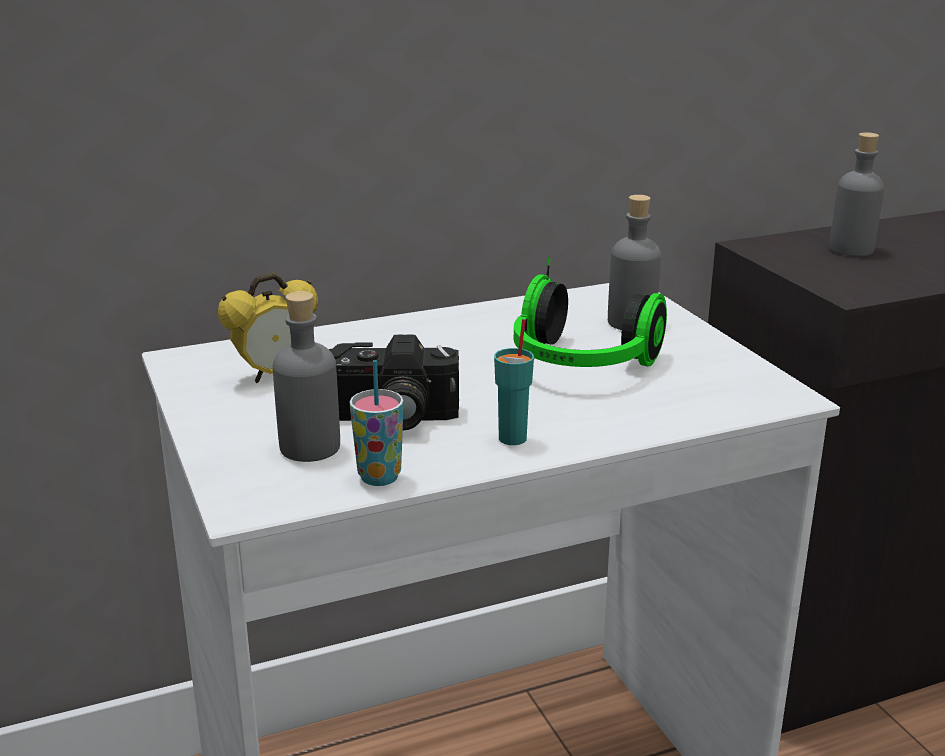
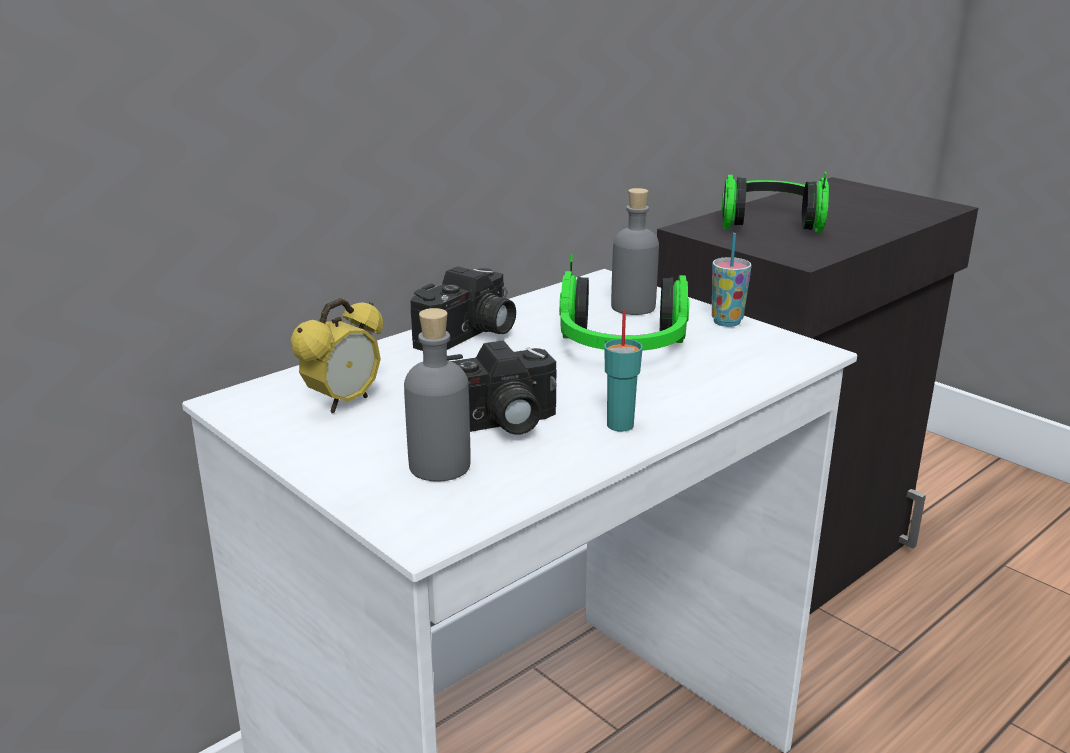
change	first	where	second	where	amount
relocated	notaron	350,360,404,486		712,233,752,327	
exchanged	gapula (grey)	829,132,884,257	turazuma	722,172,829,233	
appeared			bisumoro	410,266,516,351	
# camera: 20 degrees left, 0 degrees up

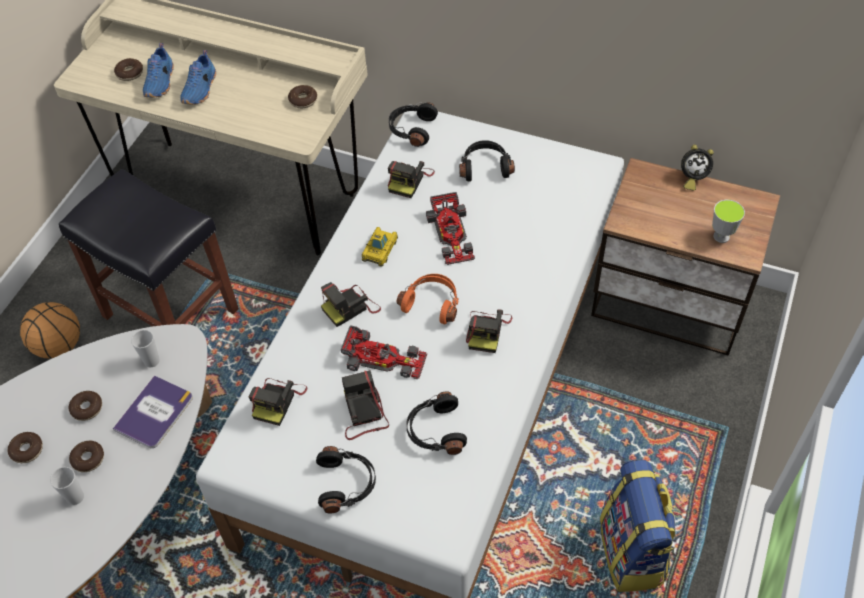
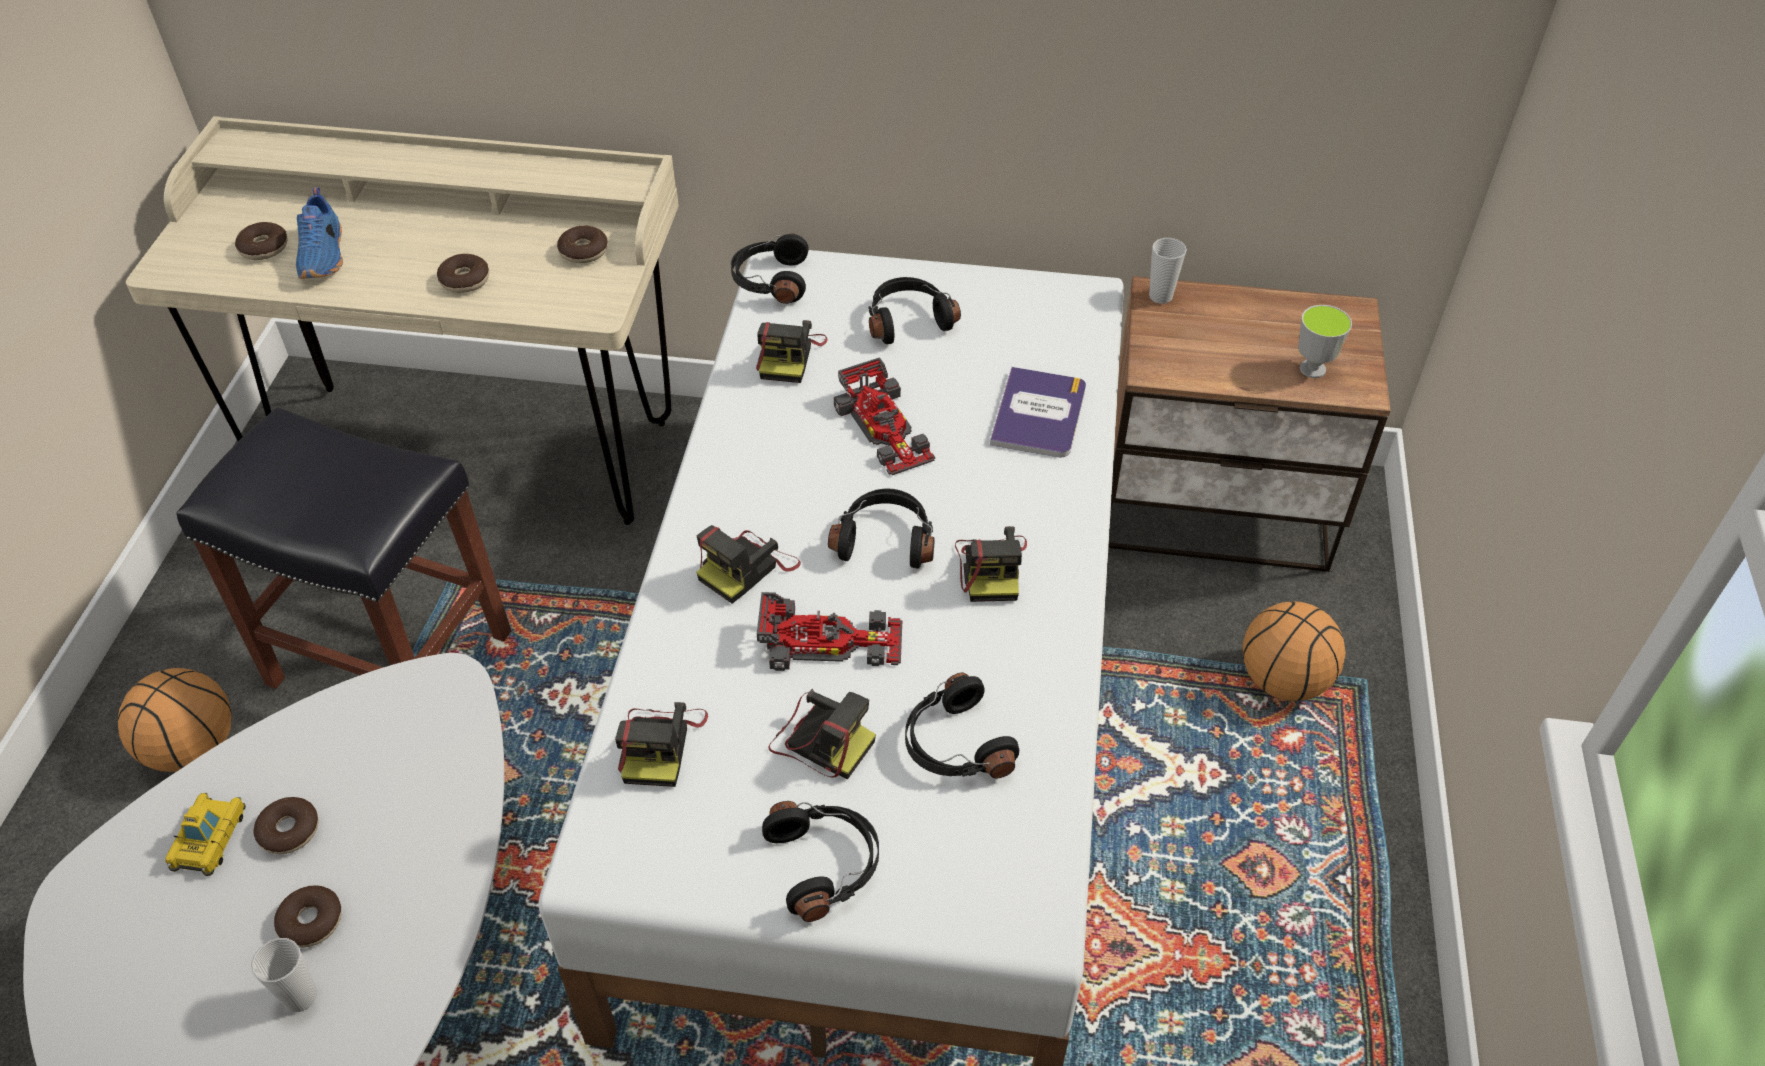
change	first	where	second	where	amount
relocated	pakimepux	8,432,43,463		437,254,489,293	
relocated	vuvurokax	113,375,193,448		990,367,1086,457	
relocated	notaron	131,330,160,367		1149,238,1187,304	
missing	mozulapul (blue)	180,50,216,104			
spun	bisumoro	342,370,389,440		769,689,876,779	150 degrees clockwise
relocated	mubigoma	362,227,398,267		165,793,246,876	
colour	turazuma (orange)	397,274,459,324	turazuma (black)	828,488,935,569	
missing	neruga	600,459,675,592			
missing	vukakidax	681,144,714,191			
appeared			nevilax	1242,601,1346,701	
# camera: 15 degrees left, 5 degrees down

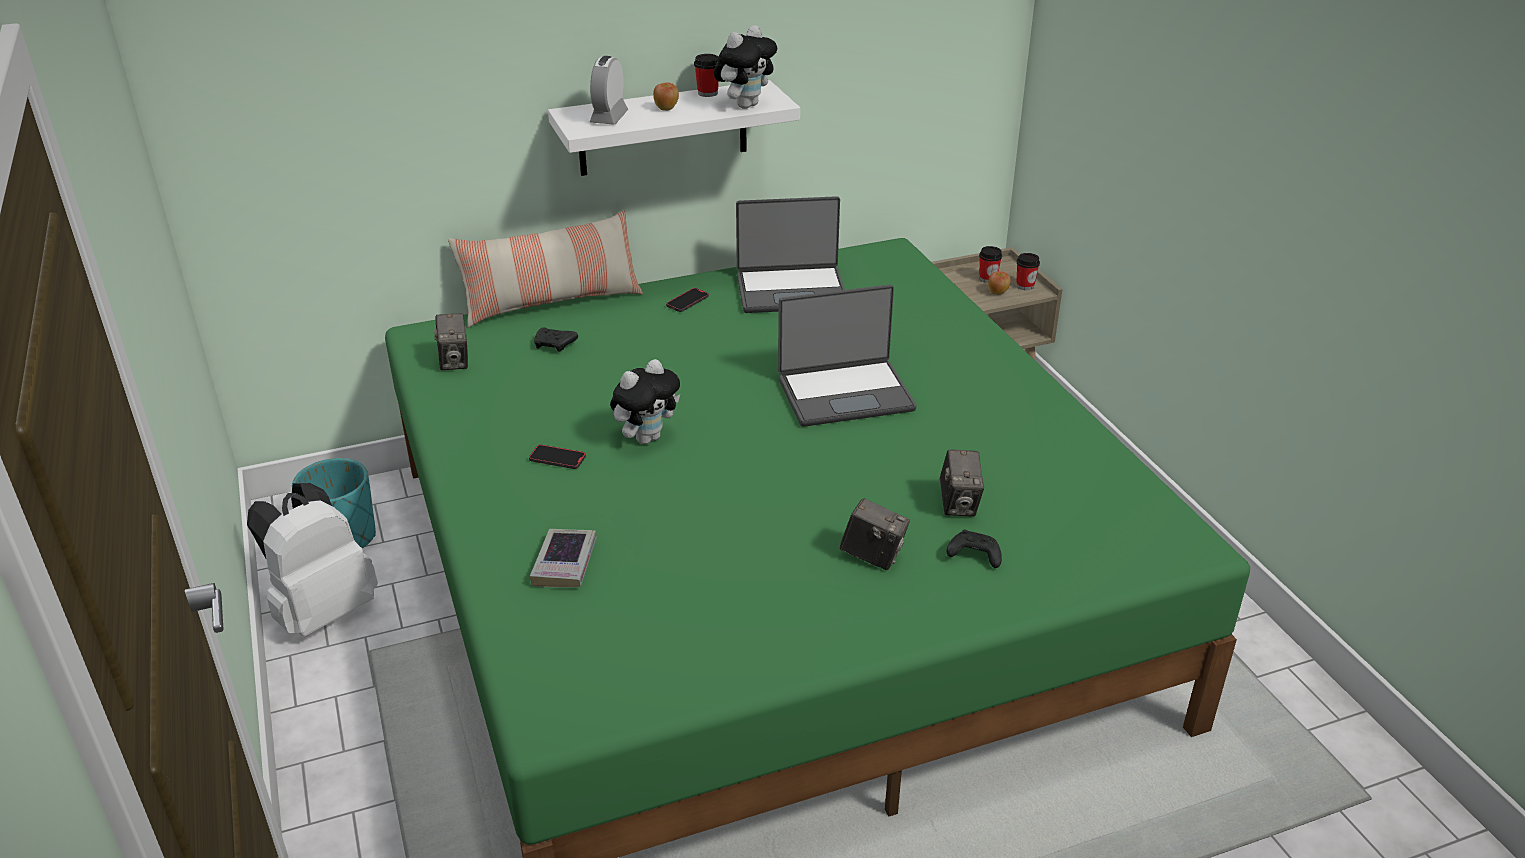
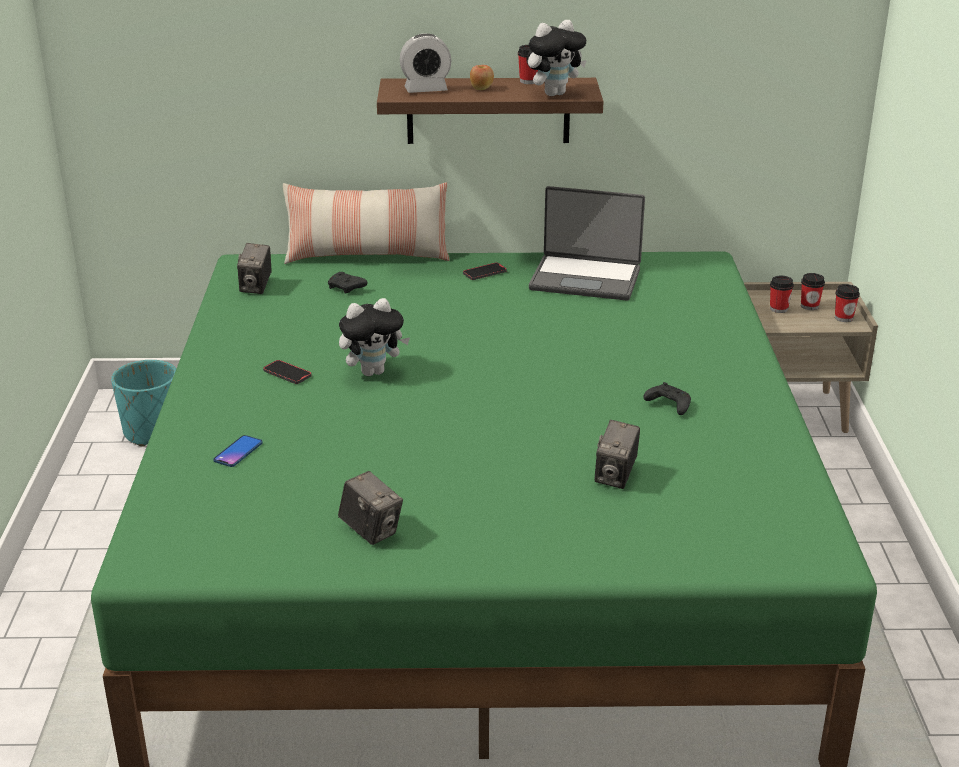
change	first	where	second	where	amount
missing	neruga (white)	247,483,378,637			
exchanged	vuvurokax	530,529,597,587	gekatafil	213,435,263,467	
colour	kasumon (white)	548,80,800,176	kasumon (brown)	377,78,604,144	
spun	vukakidax	590,56,628,125		400,33,452,93	135 degrees counterclockwise
missing	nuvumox	778,285,916,427			
relocated	bisumoro	840,498,910,570		338,471,403,545	
relocated	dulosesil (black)	947,529,1002,568		643,382,691,415	
missing	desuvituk	988,271,1011,295			
appeared			notaron	770,276,794,313	
# camera: 20 degrees right, 5 degrees down

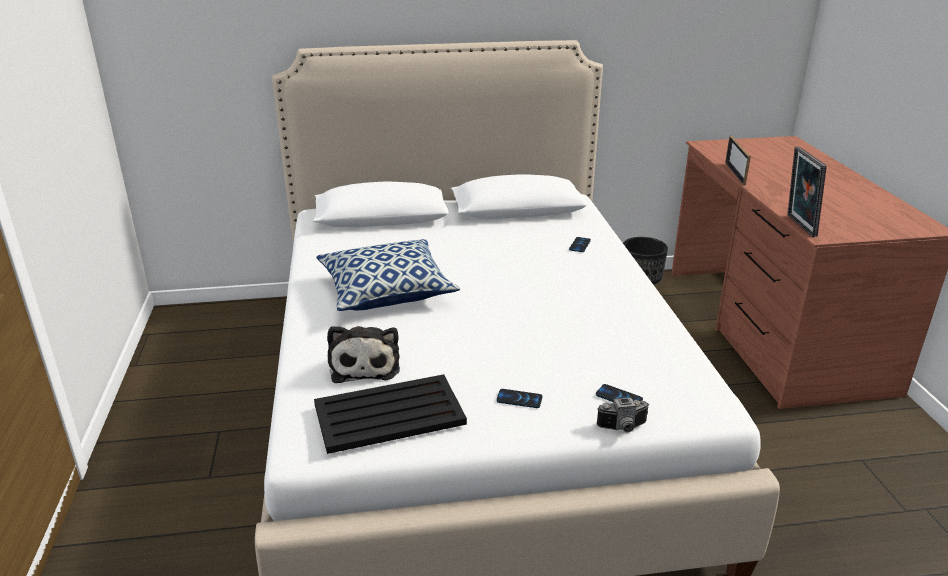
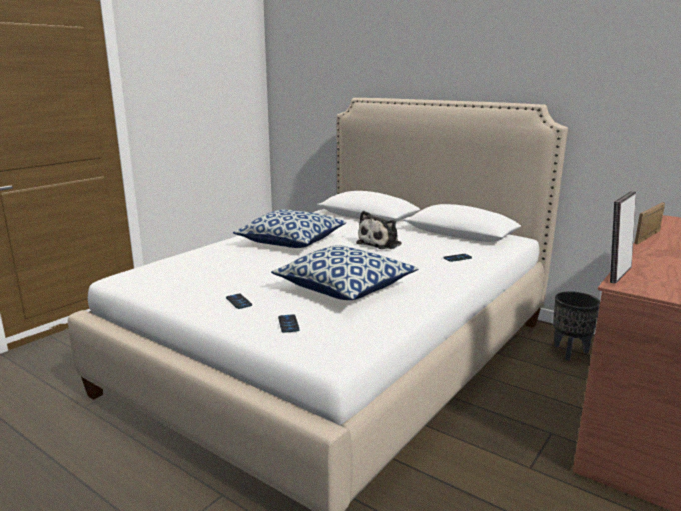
change	first	where	second	where	amount
missing	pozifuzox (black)	314,374,467,454			
relocated	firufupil	327,326,400,383		356,211,402,249	
missing	bisumoro	597,398,649,432			
appeared			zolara	271,245,419,300	
# camera: 45 degrees right, 10 degrees down

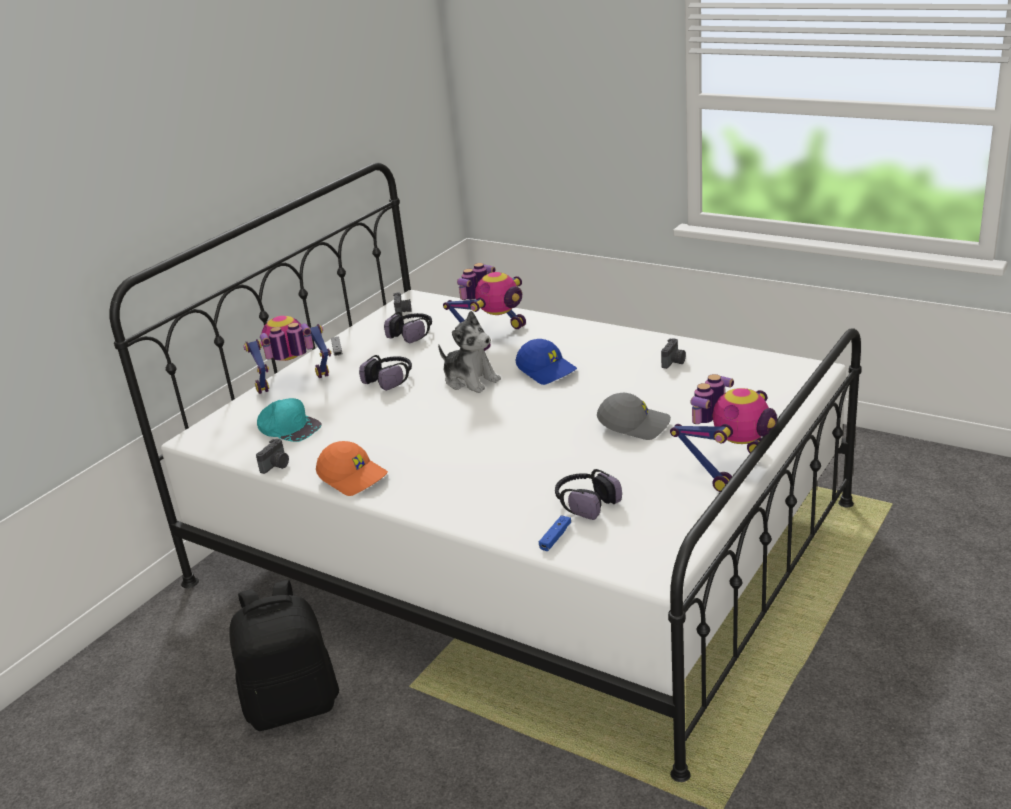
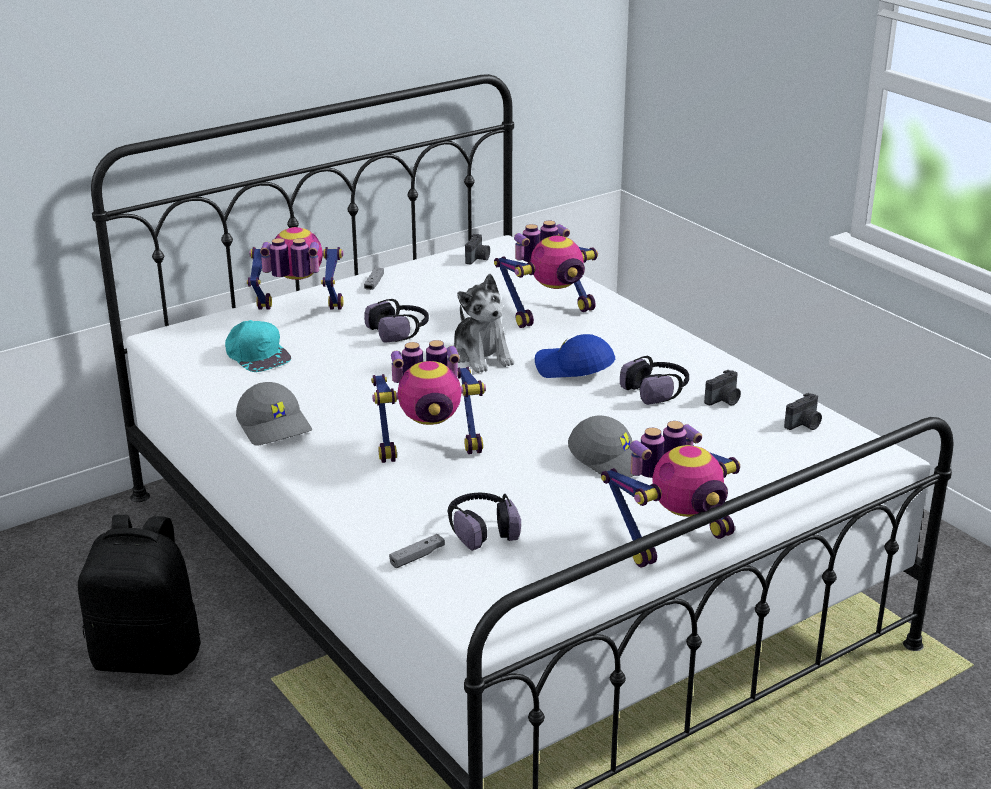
change	first	where	second	where	amount
relocated	bisumoro	256,439,289,474		784,393,822,430	
colour	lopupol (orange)	316,441,388,496	lopupol (grey)	236,382,312,446	
relocated	turazuma	384,312,432,343		620,356,689,405	
spun	lopupol (blue)	515,339,577,385		535,334,615,378	135 degrees clockwise
colour	dulosesil (blue)	539,515,571,551	dulosesil (grey)	389,534,445,568	
appeared			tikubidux	371,340,486,463	
# camera: 20 degrees right, 0 degrees up

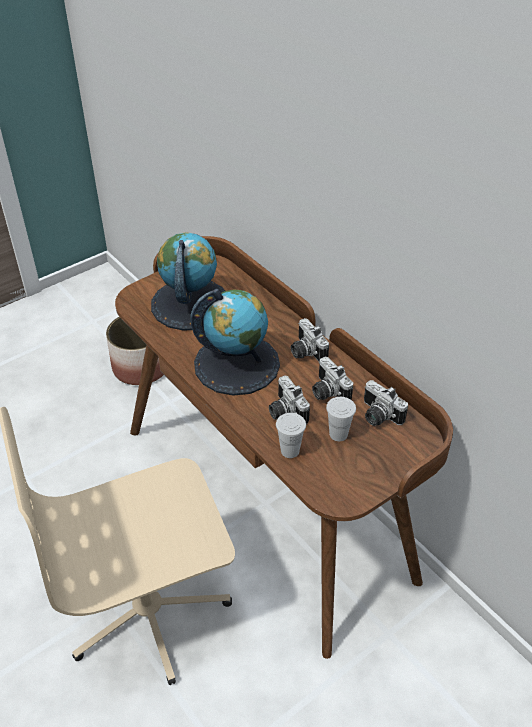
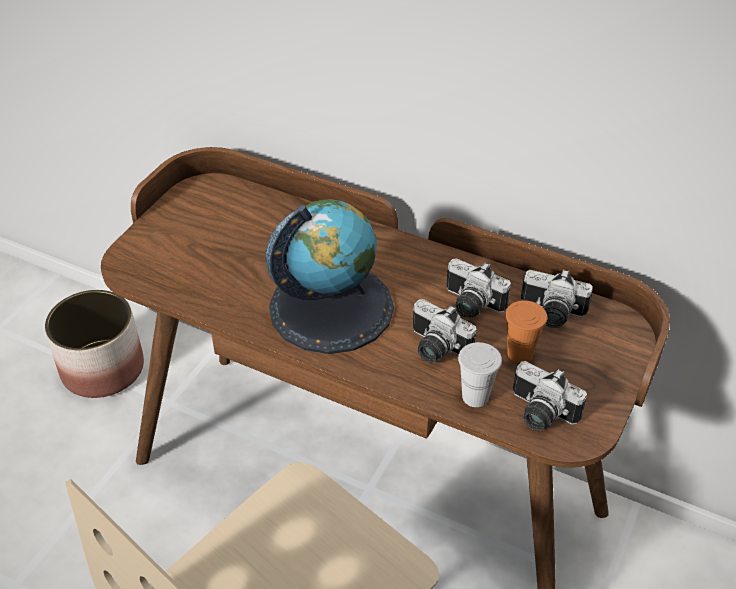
change	first	where	second	where	amount
missing	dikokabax	151,232,225,331			
relocated	bisumoro	291,318,329,362		513,361,587,431	
colour	notaron (white)	326,397,356,441	notaron (orange)	505,300,547,363	
# camera: 25 degrees left, 0 degrees up

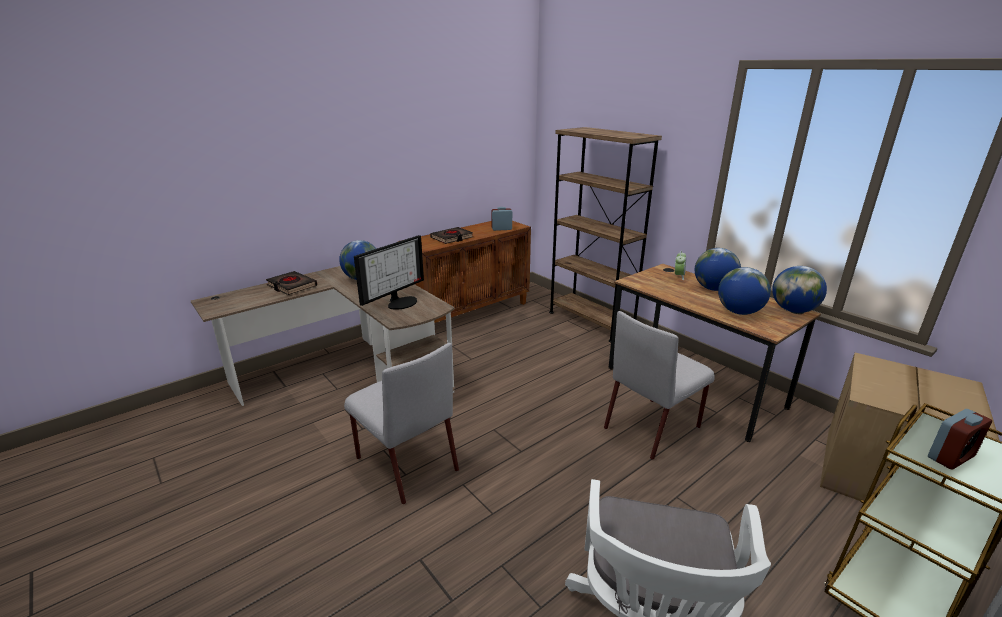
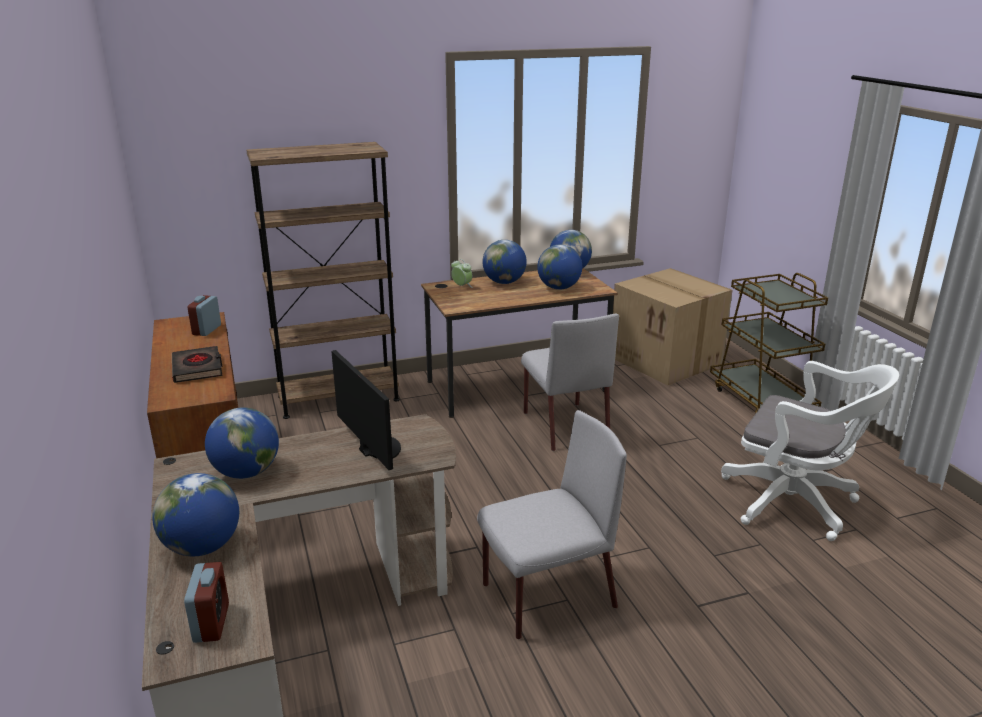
change	first	where	second	where	amount
exchanged	vuvurokax (black)	266,271,317,295	dikokabax	152,473,239,556	
relocated	vukakidax	928,409,992,470		184,562,229,643	
# camera: 70 degrees left, 0 degrees up

